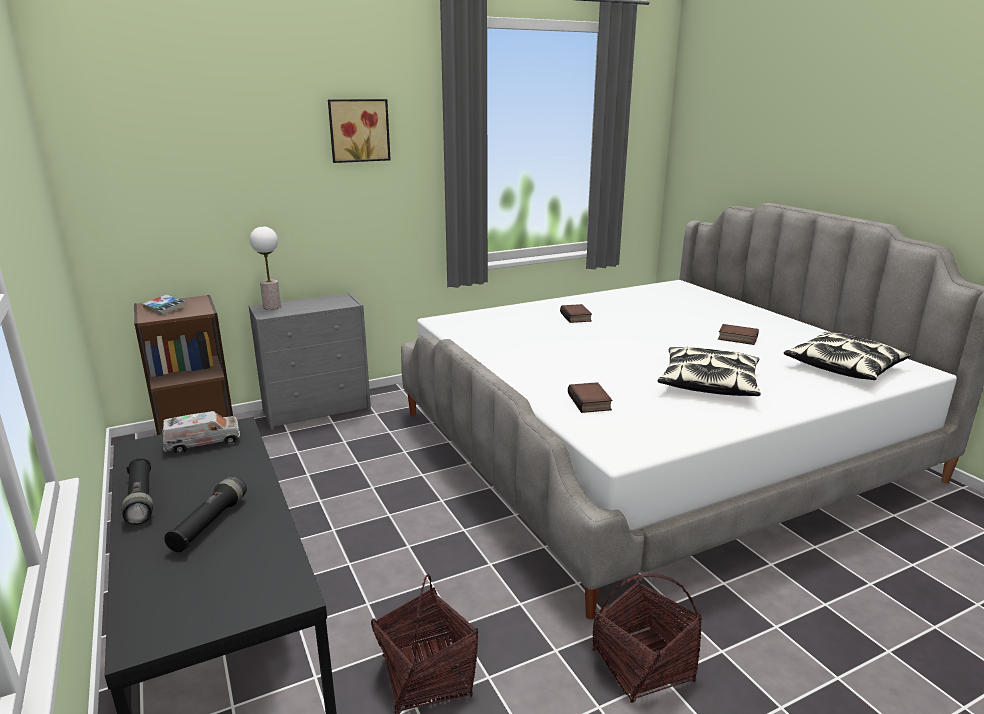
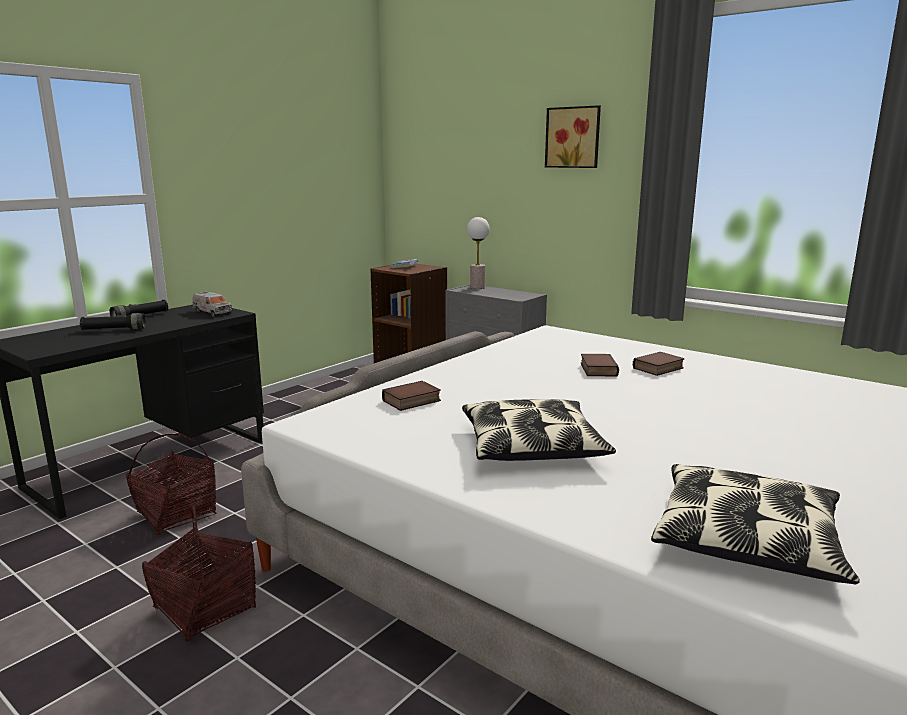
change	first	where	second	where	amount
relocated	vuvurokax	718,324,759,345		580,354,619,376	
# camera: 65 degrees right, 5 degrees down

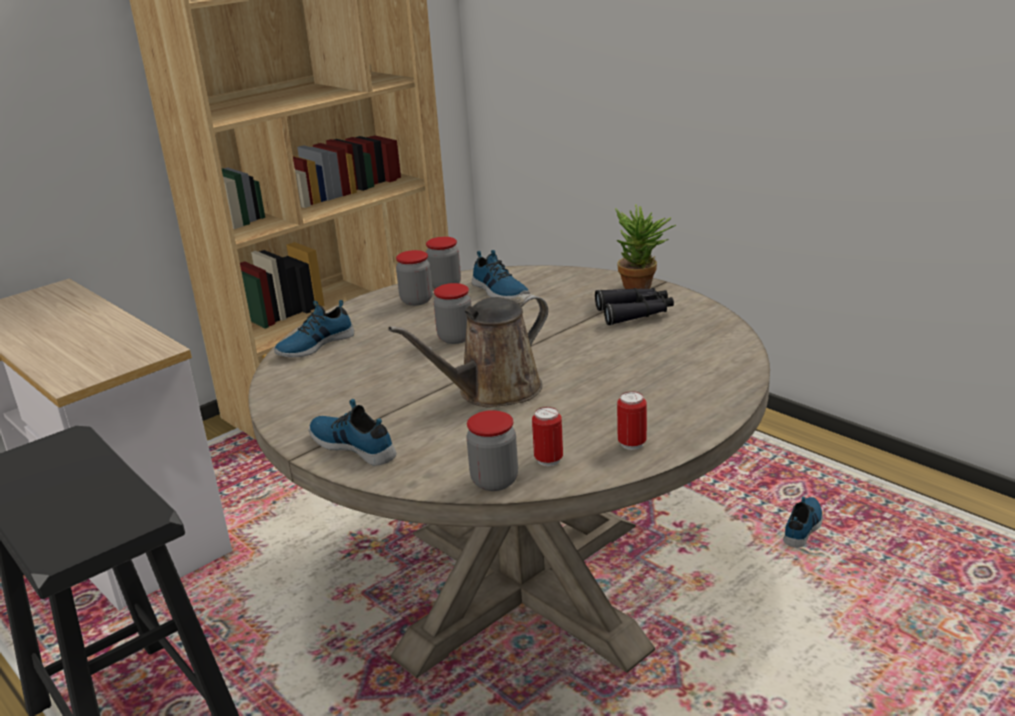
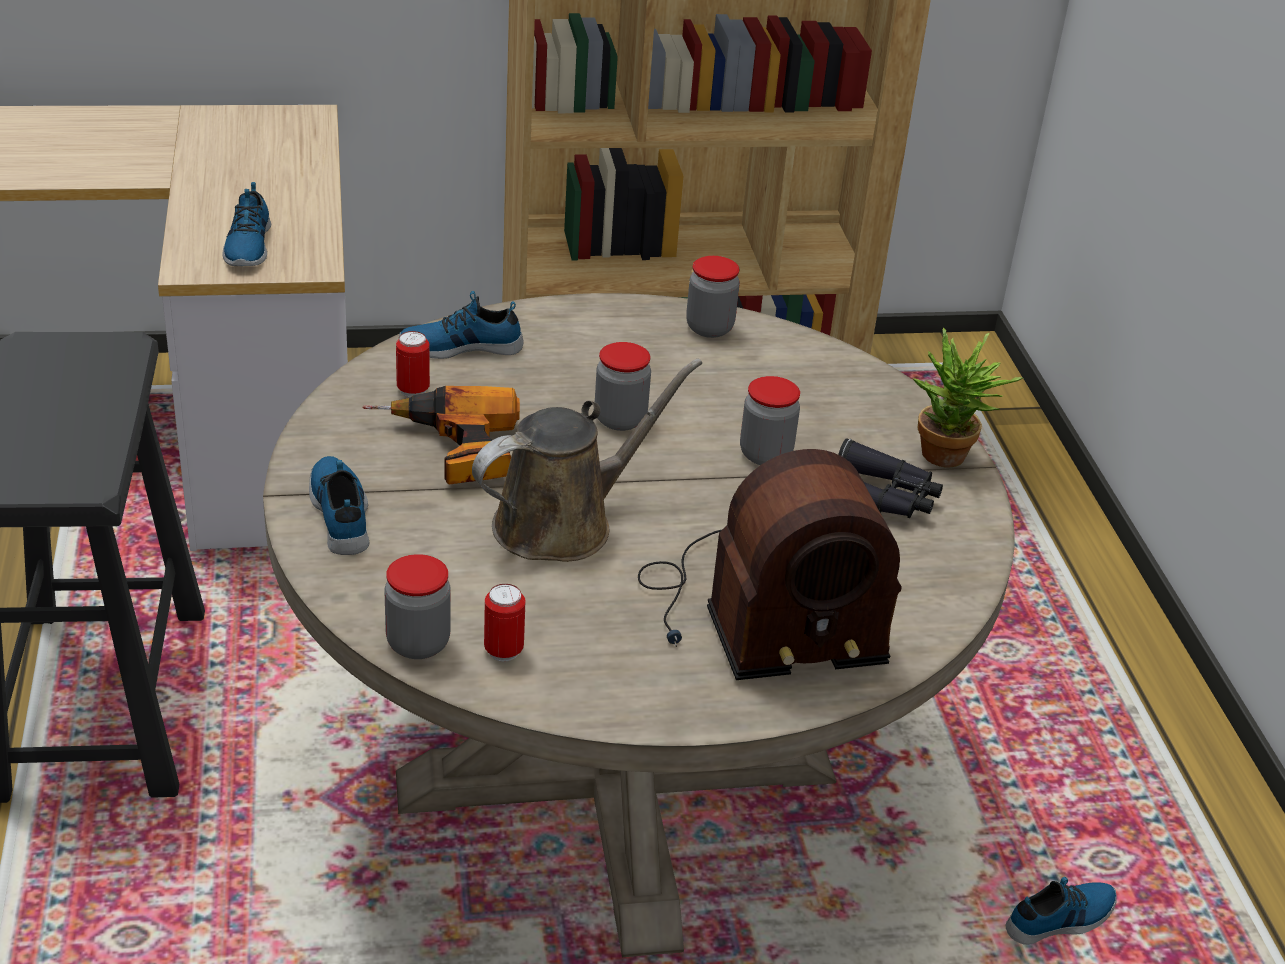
change	first	where	second	where	amount
spun	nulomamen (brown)	388,294,548,408		472,358,702,562	150 degrees clockwise
relocated	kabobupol	396,250,433,306		740,376,800,465	
relocated	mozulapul	472,250,530,299		222,182,271,266	
relocated	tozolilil	617,391,647,450		396,331,430,397	
appeared			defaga	363,386,520,485	
appeared			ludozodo	638,449,902,680	
# camera: 30 degrees right, 10 degrees up

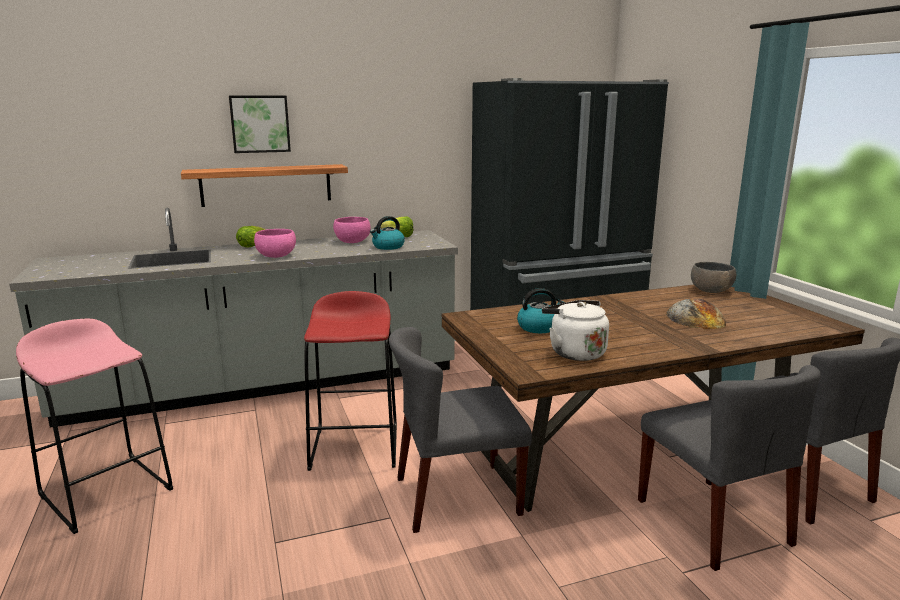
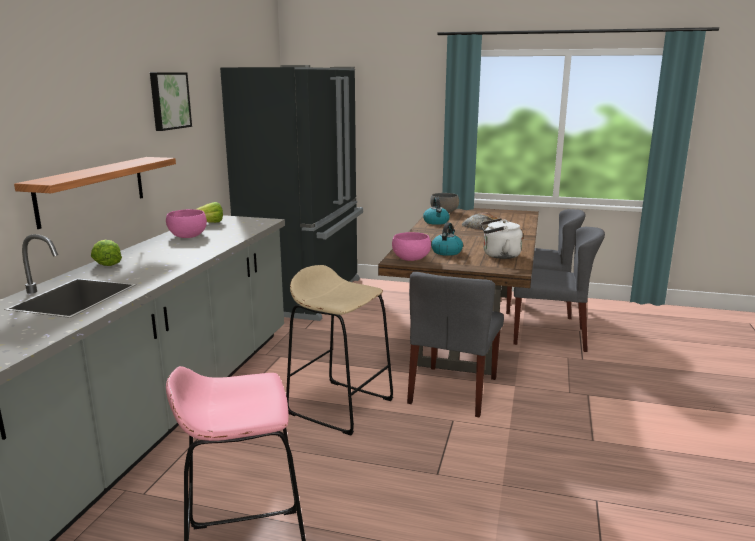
change	first	where	second	where	amount
relocated	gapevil	229,96,291,153		150,72,192,131	
relocated	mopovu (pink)	254,229,296,258		392,232,431,261	
colour	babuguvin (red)	304,291,397,471	babuguvin (beige)	286,265,393,435	
relocated	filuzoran	370,216,405,250		423,197,450,225	
# camera: 55 degrees left, 0 degrees up

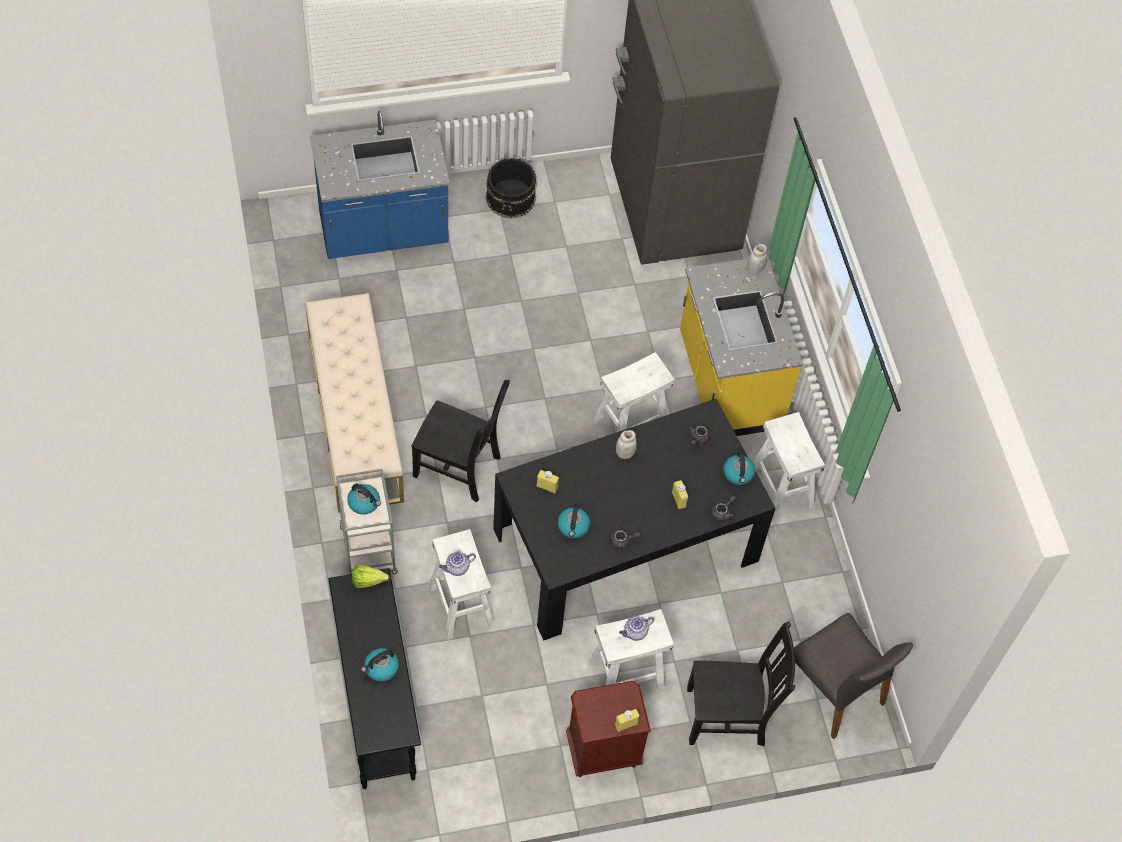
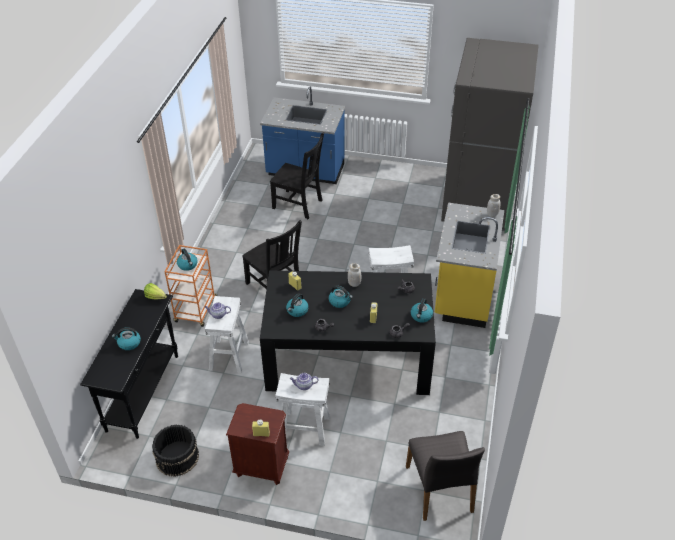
change	first	where	second	where	amount
missing	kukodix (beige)	305,293,404,513			
colour	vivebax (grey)	336,469,398,574	vivebax (orange)	164,245,217,327	
relocated	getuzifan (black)	486,158,537,219		152,424,199,477	
relocated	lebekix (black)	687,621,795,746		270,132,324,219	
missing	babuguvin (white)	753,412,825,520			
appeared			filuzoran	329,285,353,308	
# camera: 30 degrees right, 15 degrees down

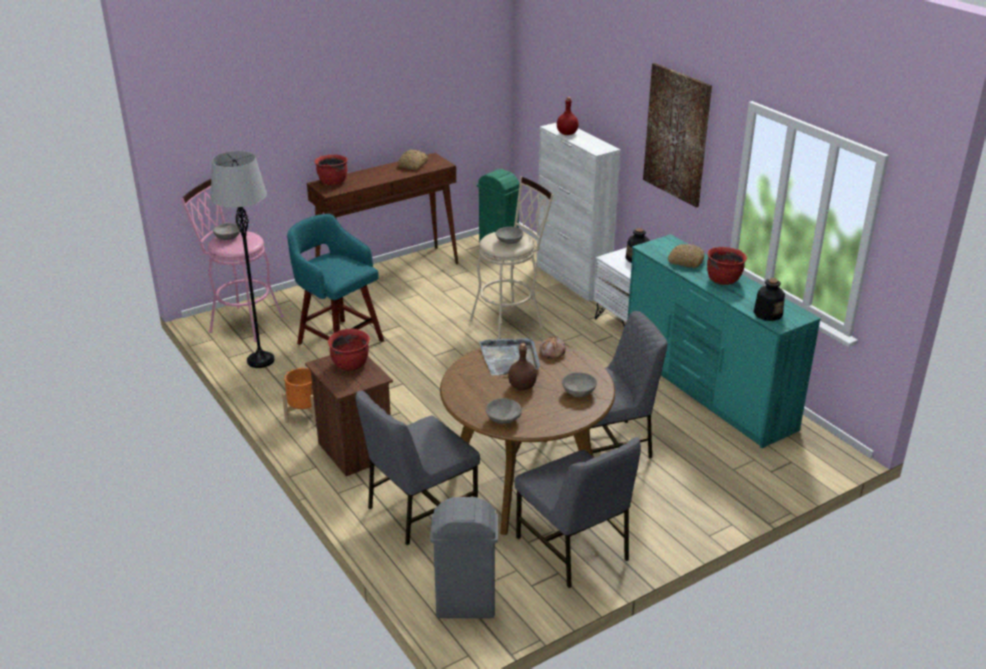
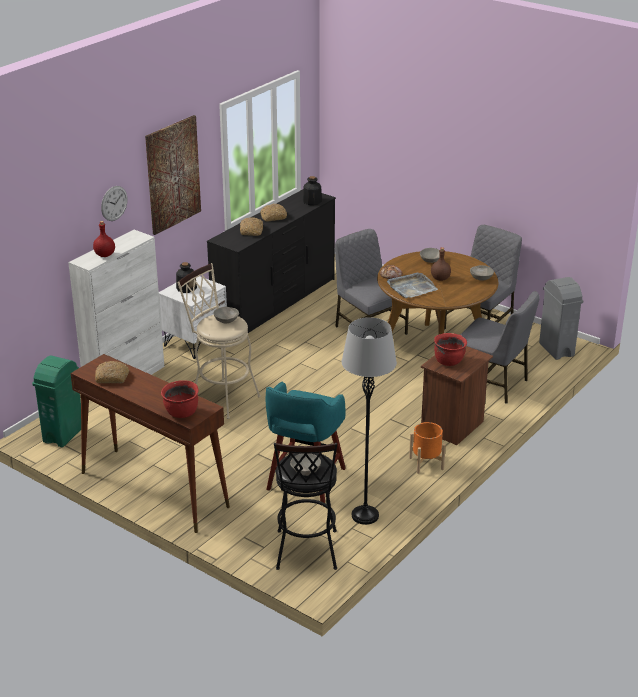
change	first	where	second	where	amount
colour	babuguvin (pink)	181,179,284,342	babuguvin (black)	274,443,337,570	
colour	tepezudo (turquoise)	628,234,821,449	tepezudo (black)	207,189,336,333	
exchanged	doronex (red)	707,247,747,285	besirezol	260,204,287,222	
appeared			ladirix	101,186,128,221	
# camera: 110 degrees left, 0 degrees up

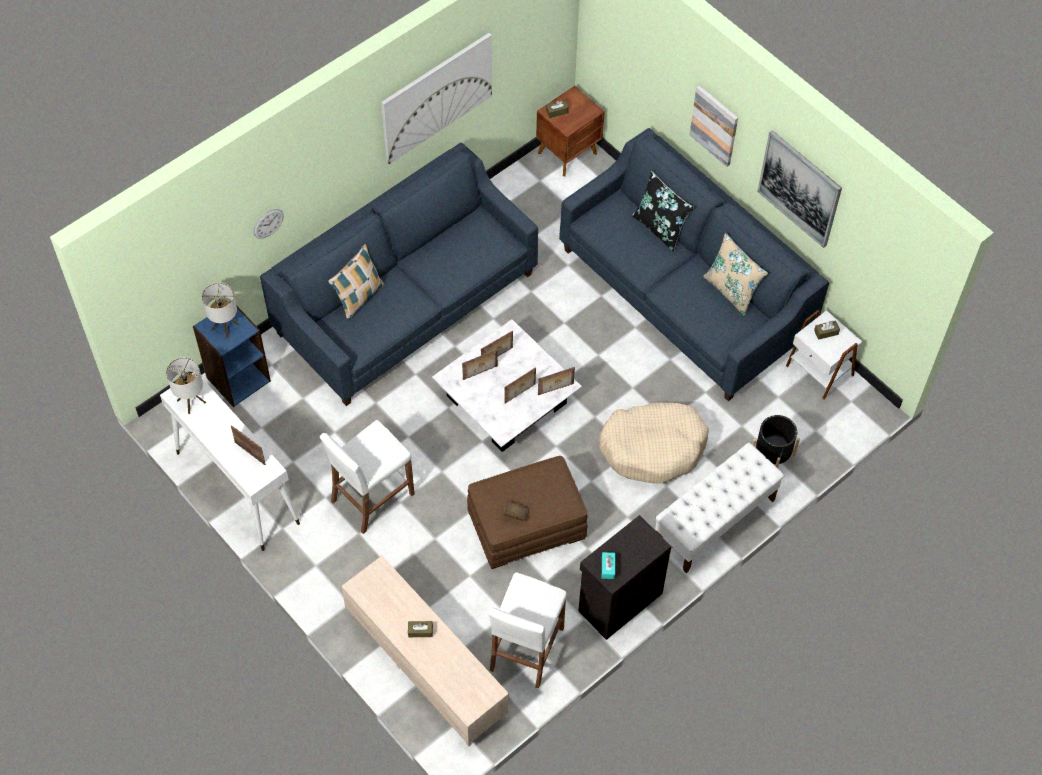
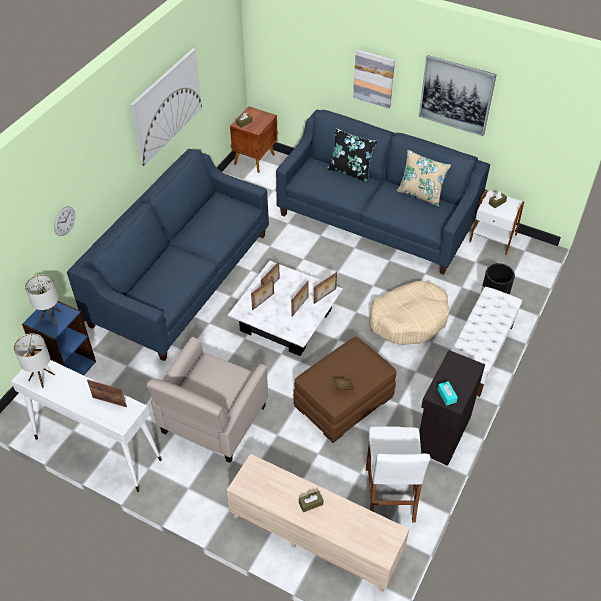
change	first	where	second	where	amount
exchanged	babuguvin (white)	320,420,414,534	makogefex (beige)	147,337,268,463	
missing	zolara	329,244,384,321			
# camera: 20 degrees left, 10 degrees down

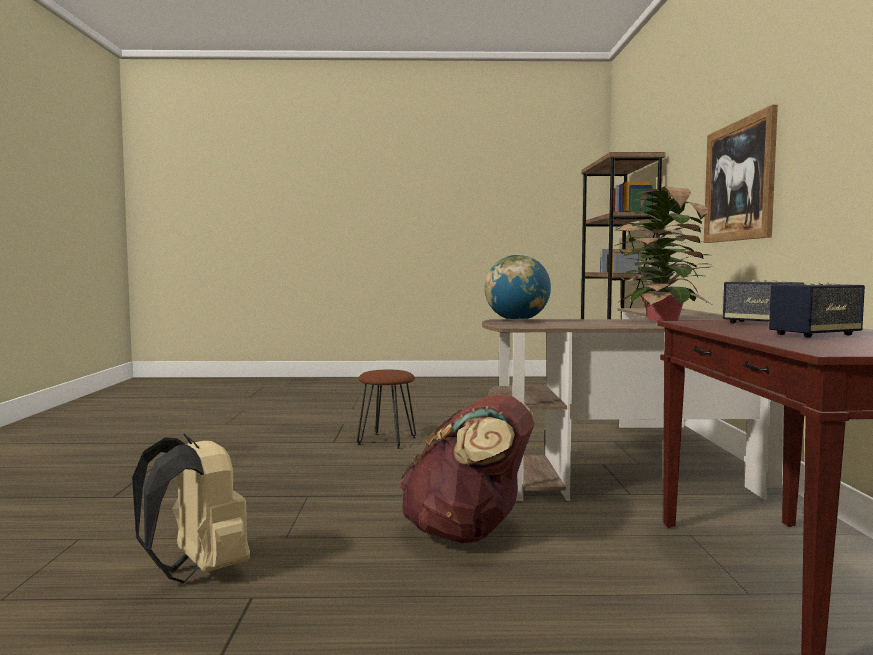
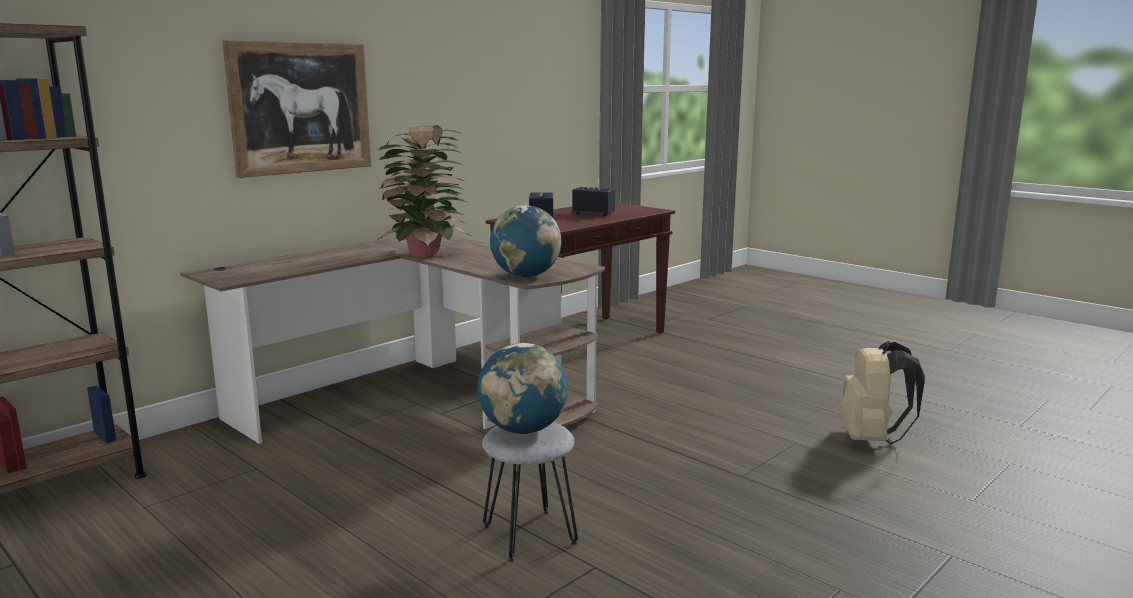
change	first	where	second	where	amount
colour	babuguvin (brown)	357,369,416,449	babuguvin (grey)	482,422,578,562	
missing	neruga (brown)	399,394,535,543			
appeared			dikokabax	478,343,568,434	
# camera: 135 degrees left, 10 degrees up

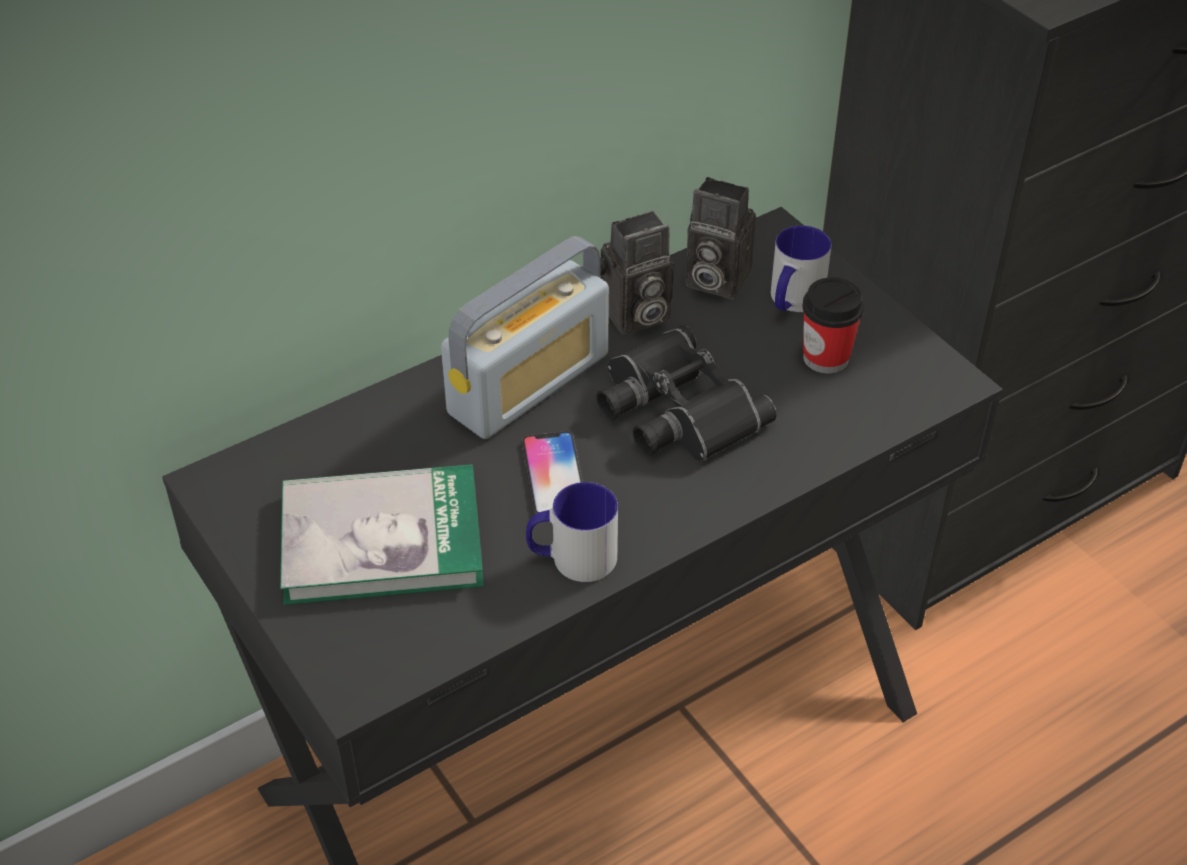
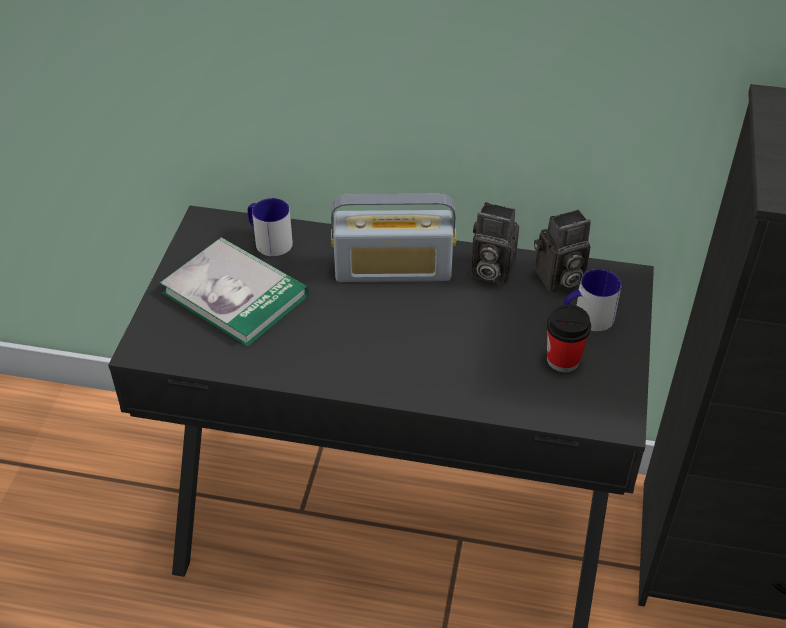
change	first	where	second	where	amount
missing	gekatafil	522,431,583,514			
relocated	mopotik	526,482,618,582		247,198,293,257	
missing	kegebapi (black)	596,325,777,462			
spun	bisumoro	686,177,756,299		534,209,591,293	90 degrees counterclockwise
# camera: 45 degrees right, 0 degrees up

